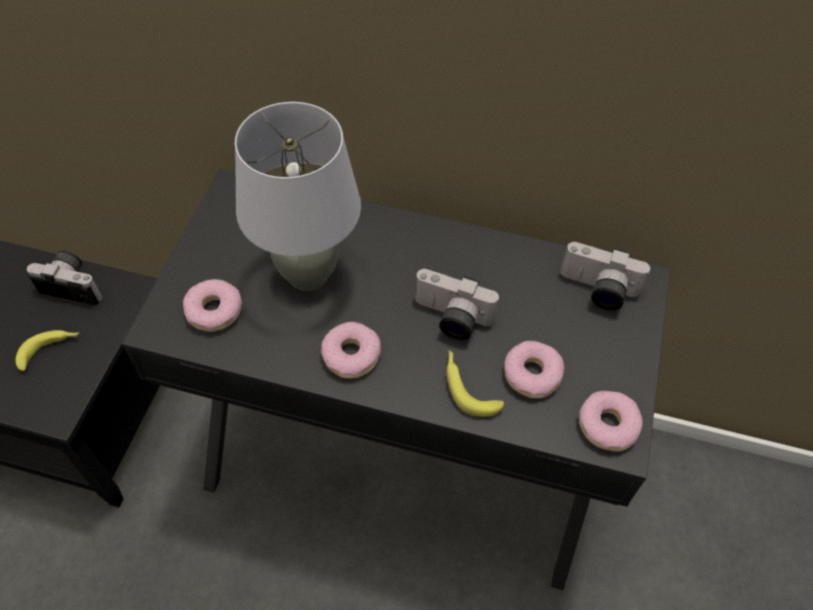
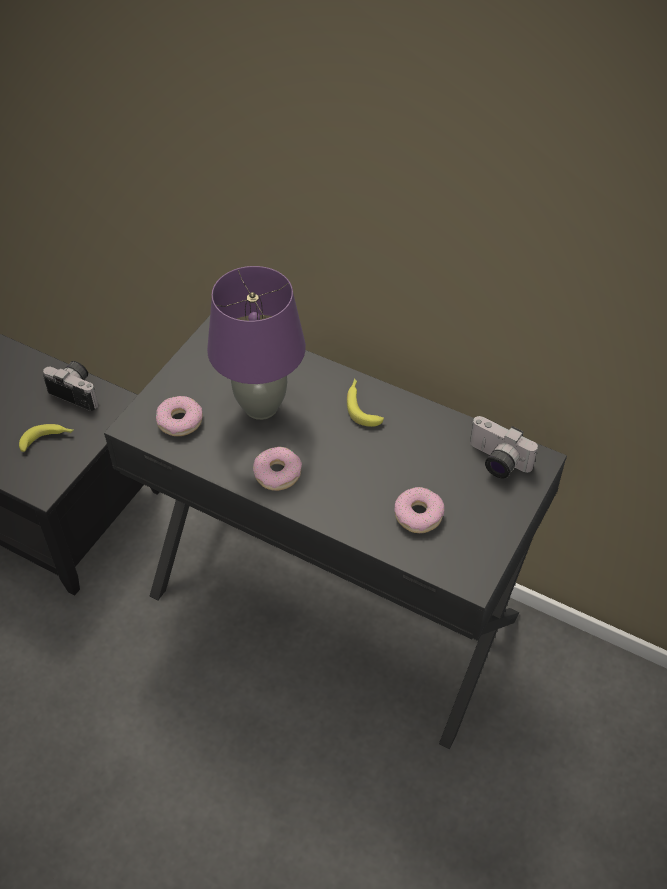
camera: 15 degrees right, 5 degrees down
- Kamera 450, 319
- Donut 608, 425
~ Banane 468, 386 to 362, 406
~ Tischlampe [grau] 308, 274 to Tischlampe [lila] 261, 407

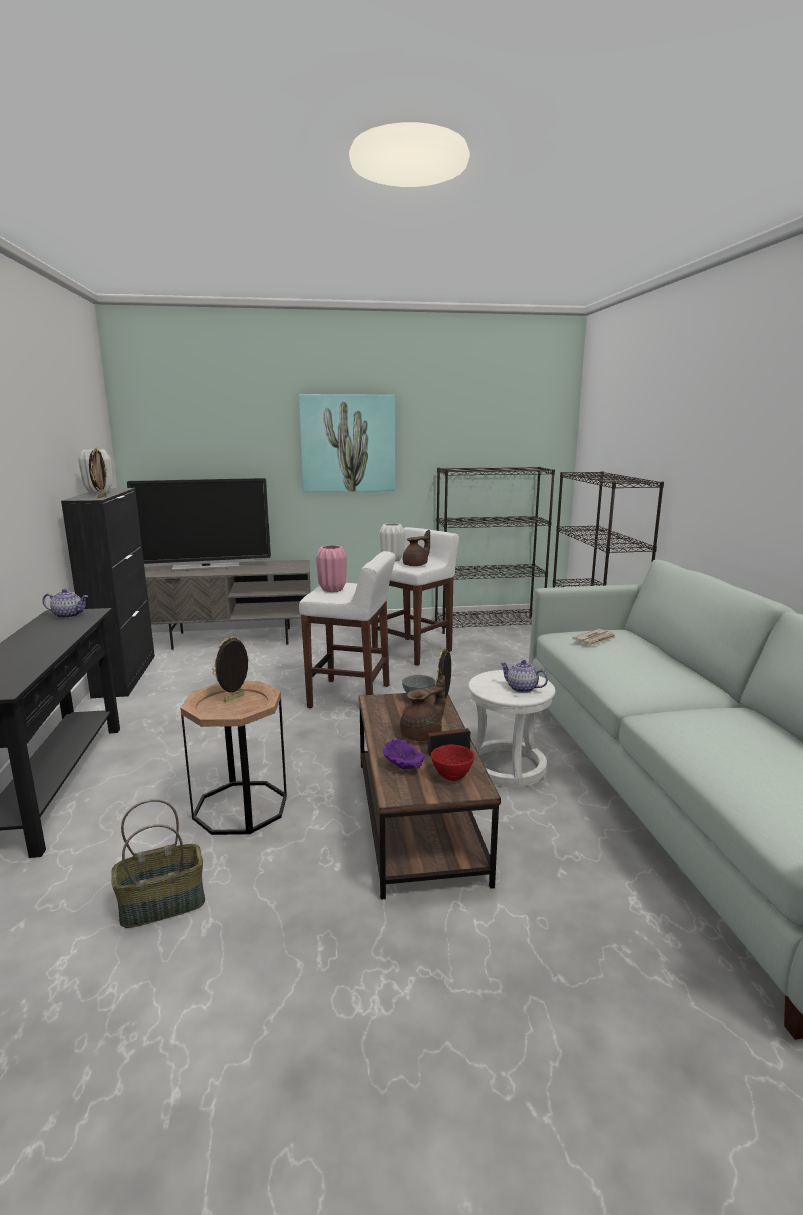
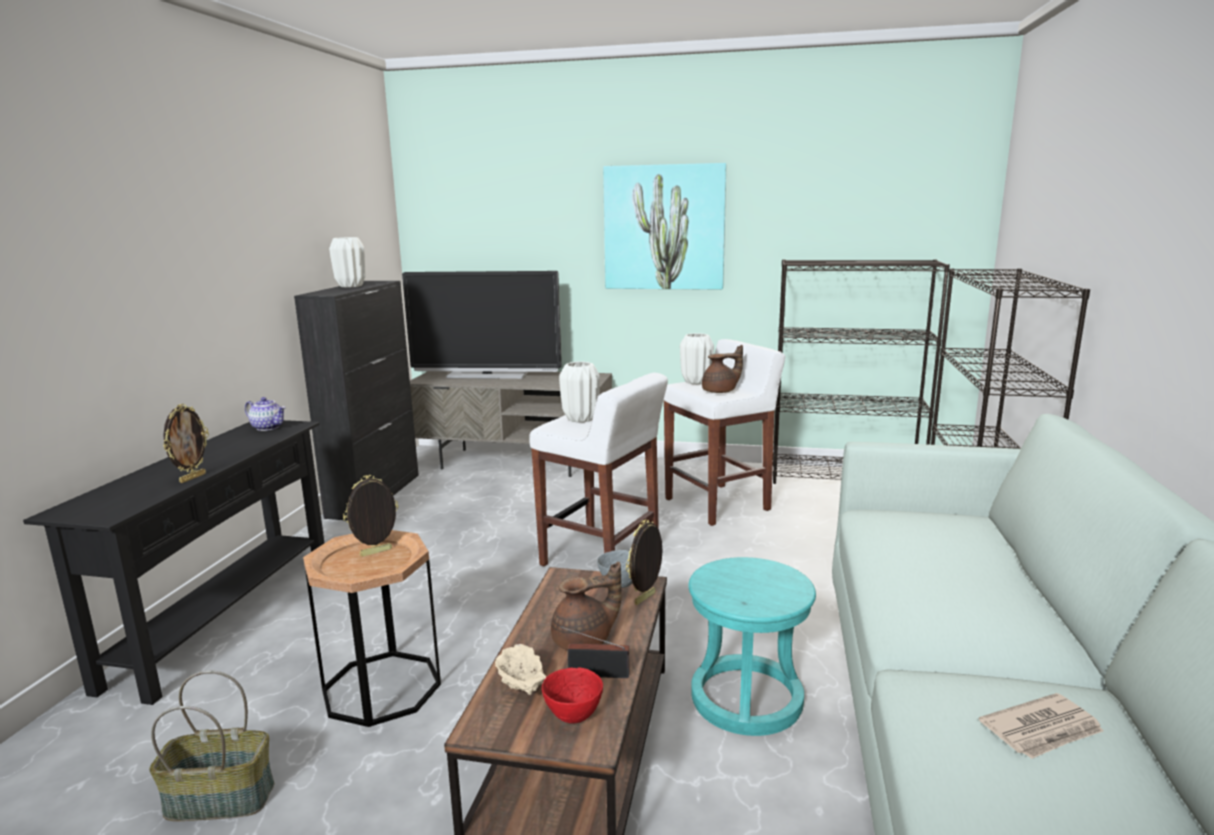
camera: 20 degrees right, 0 degrees up
- Teekanne 521, 688
~ Bilderrahmen 101, 497 to 192, 478
~ Zeitung 595, 639 to 1043, 730
~ Vase [rosa] 332, 590 to Vase [weiß] 580, 419
~ Schüssel [lila] 403, 767 to Schüssel [beige] 521, 687
~ Hocker [weiß] 506, 766 to Hocker [türkis] 746, 698

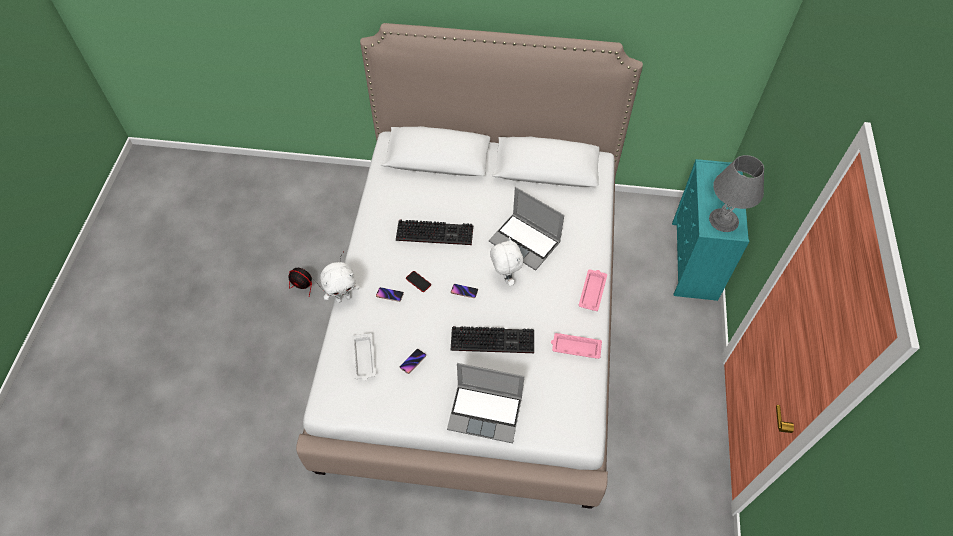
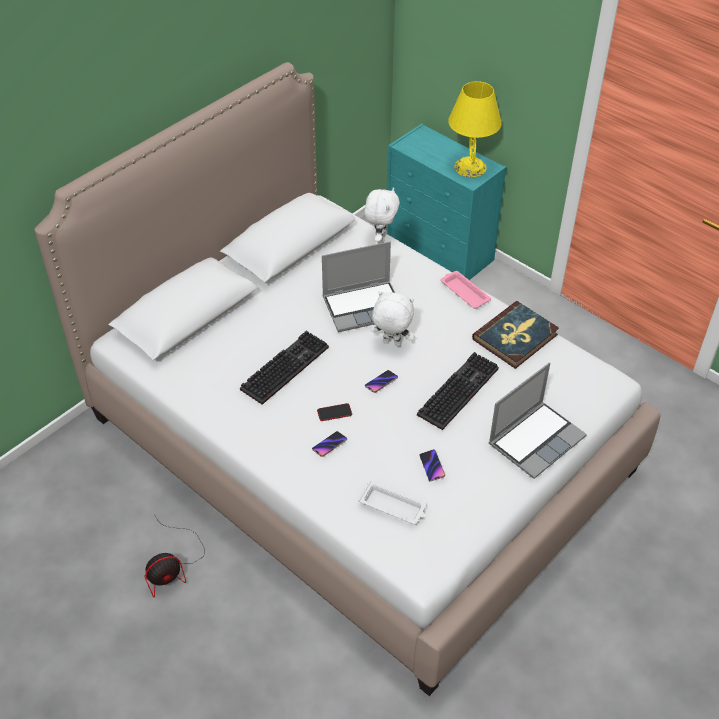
camera: 55 degrees left, 10 degrees down
~ Plüschtier [weiß] 343, 297 to 380, 238
~ Tablett [rosa] 575, 347 to Buch 515, 337
~ Tischlampe [grau] 723, 219 to Tischlampe [gelb] 469, 167

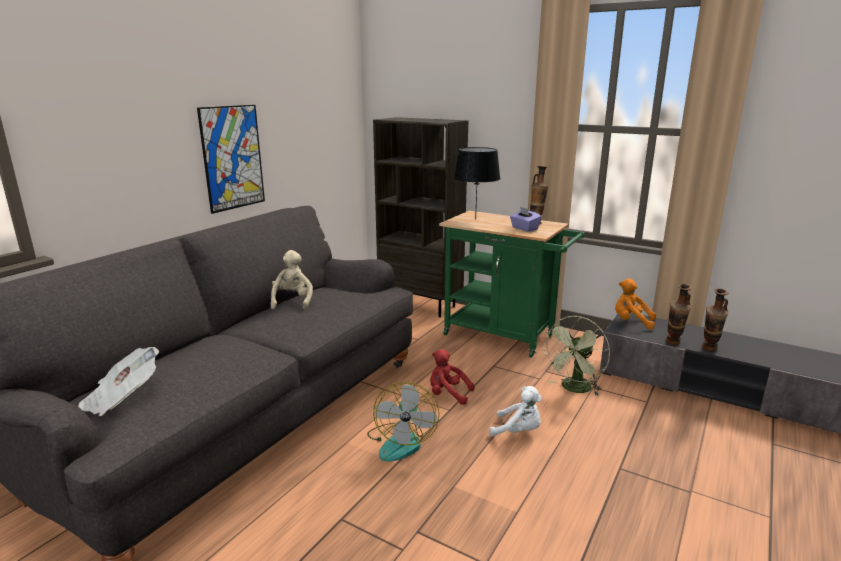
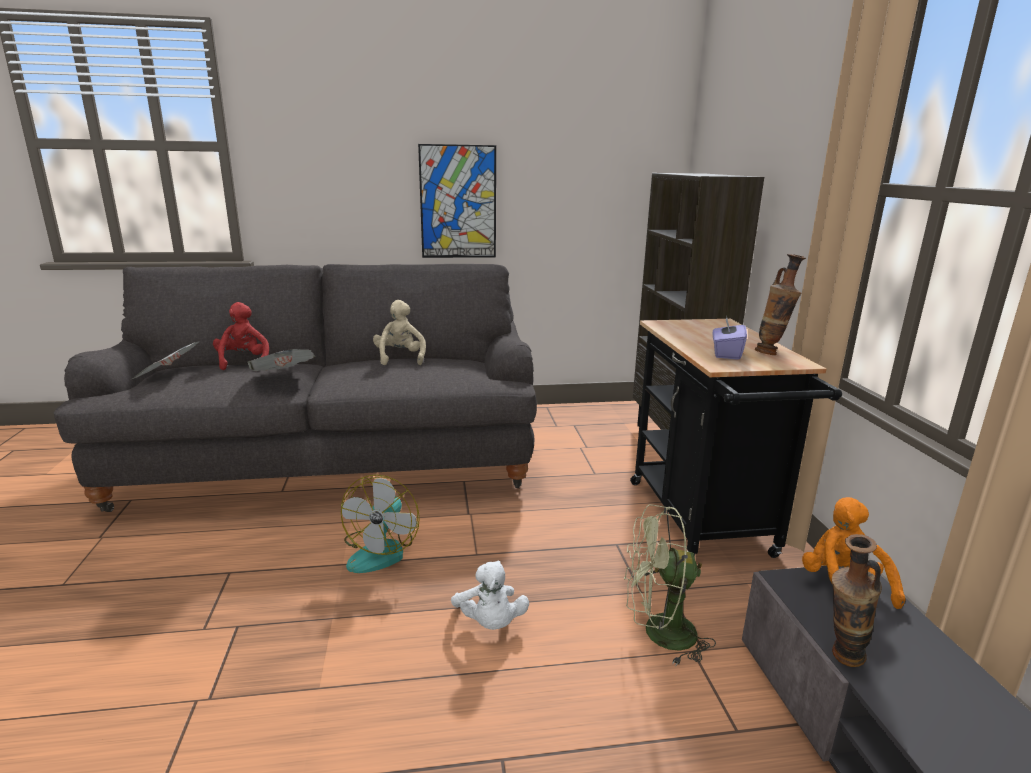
camera: 50 degrees right, 0 degrees up
- Tischlampe [schwarz] 475, 219
- Vase 709, 350
+ Zeitung 283, 378
~ Plüschtier [rot] 448, 394 to 243, 362
~ Rollwagen [grün] 505, 336 to Rollwagen [schwarz] 704, 523
~ Plüschtier [beige] 292, 301 = 400, 358 60 degrees counterclockwise
~ Ventilator 401, 441 = 381, 550 45 degrees counterclockwise

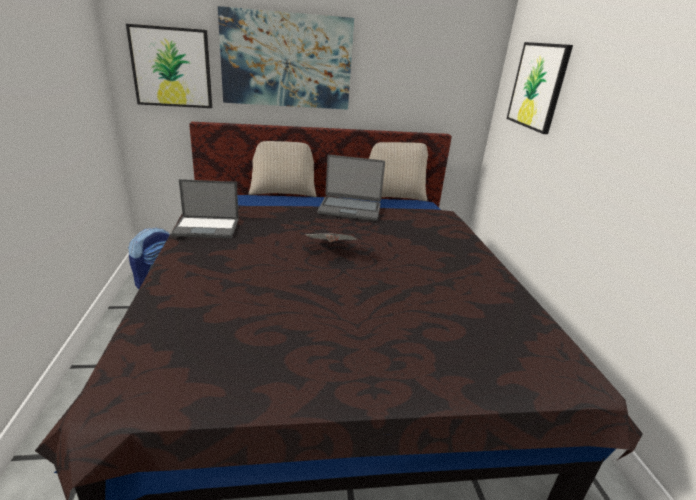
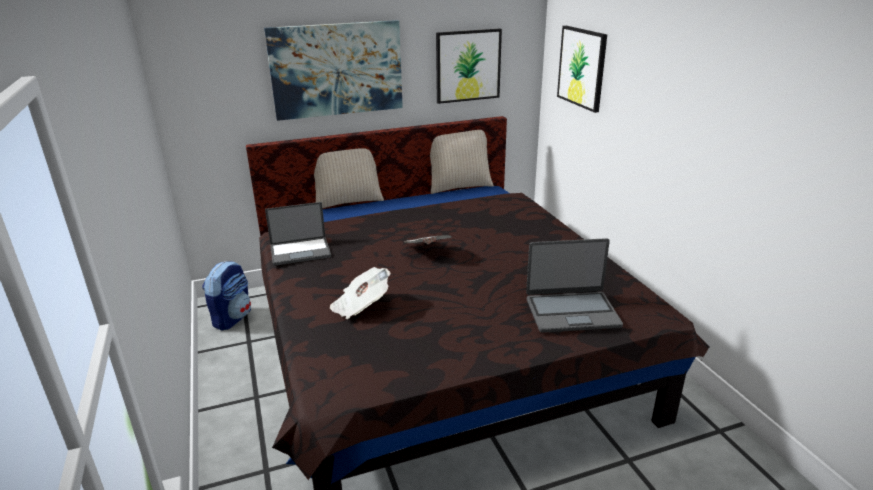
camera: 10 degrees left, 0 degrees up
+ Zeitung 361, 306
~ Bild 172, 67 to 468, 65
~ Laptop 350, 209 to 571, 312

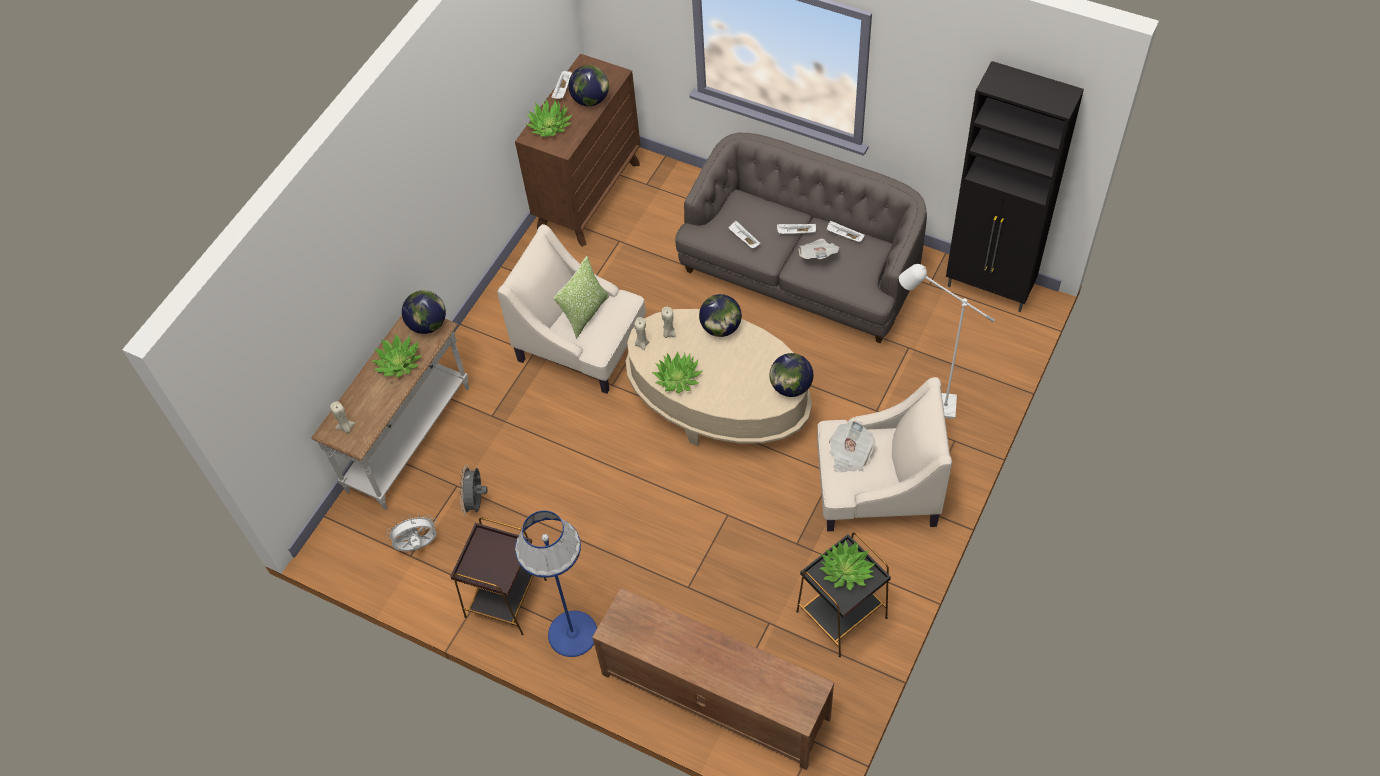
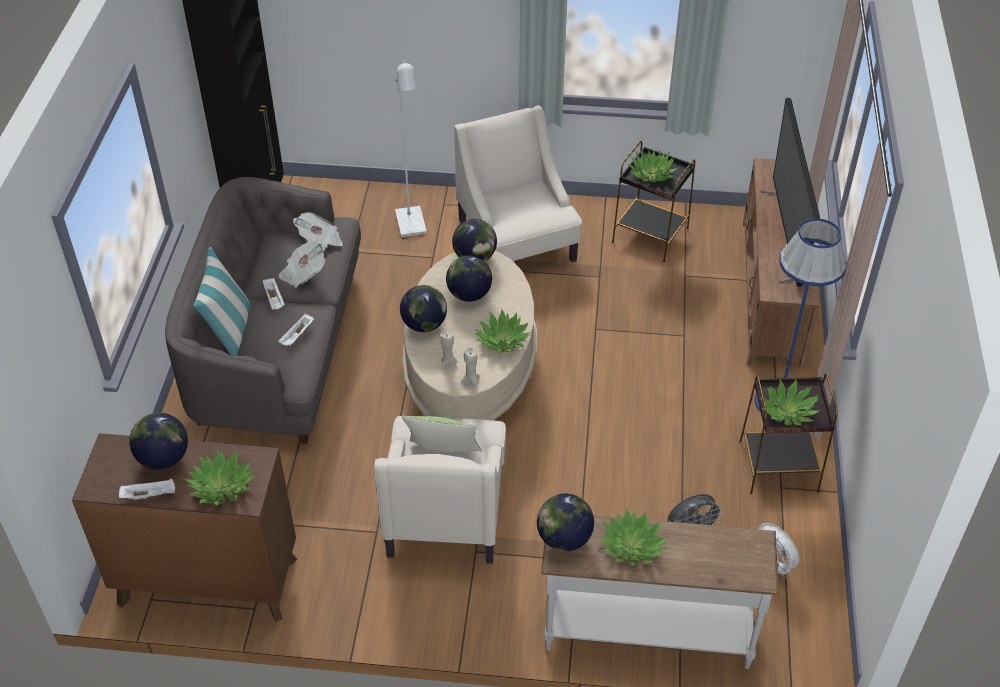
camera: 115 degrees left, 10 degrees down
- Kerze [beige] 346, 427
- Tablett [weiß] 844, 236
+ Kissen 230, 331
+ Globus 469, 295
+ Topfpflanze 788, 411
+ Fernseher 786, 234
~ Zeitung 849, 454 to 320, 240

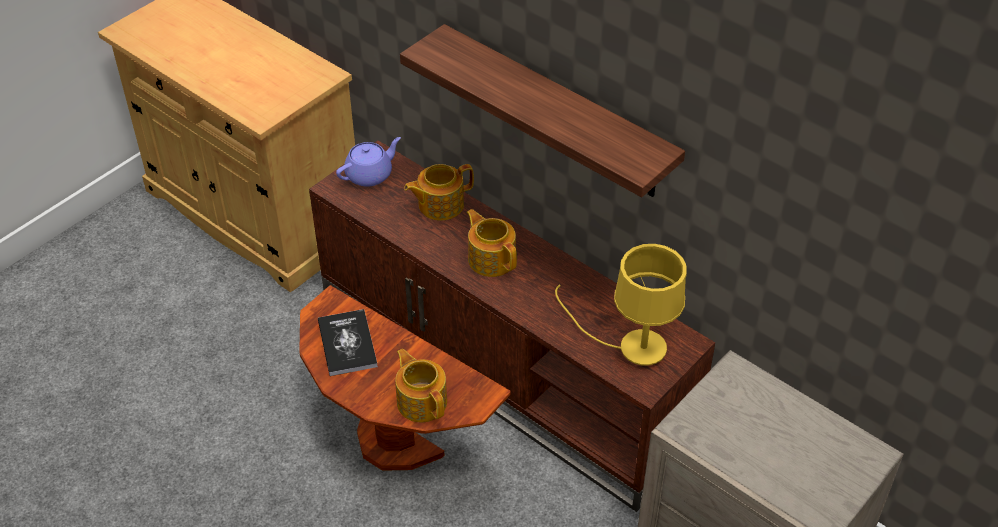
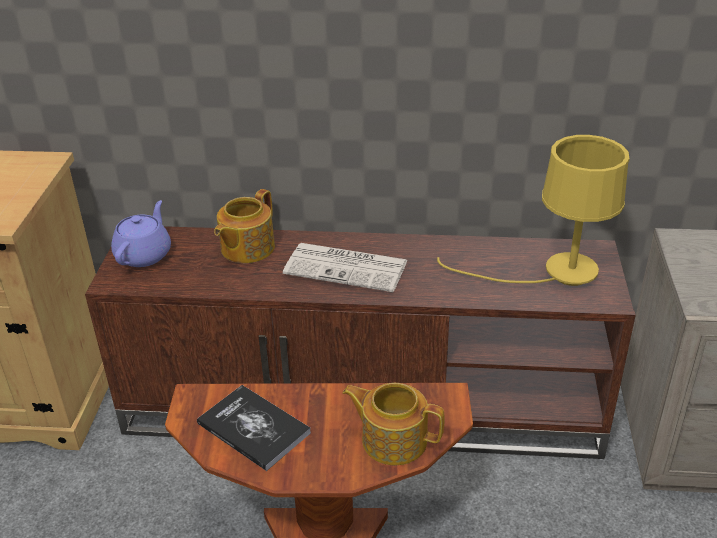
camera: 35 degrees left, 10 degrees down
- Wandregal 557, 113
~ Teekanne 491, 258 to Zeitung 348, 268

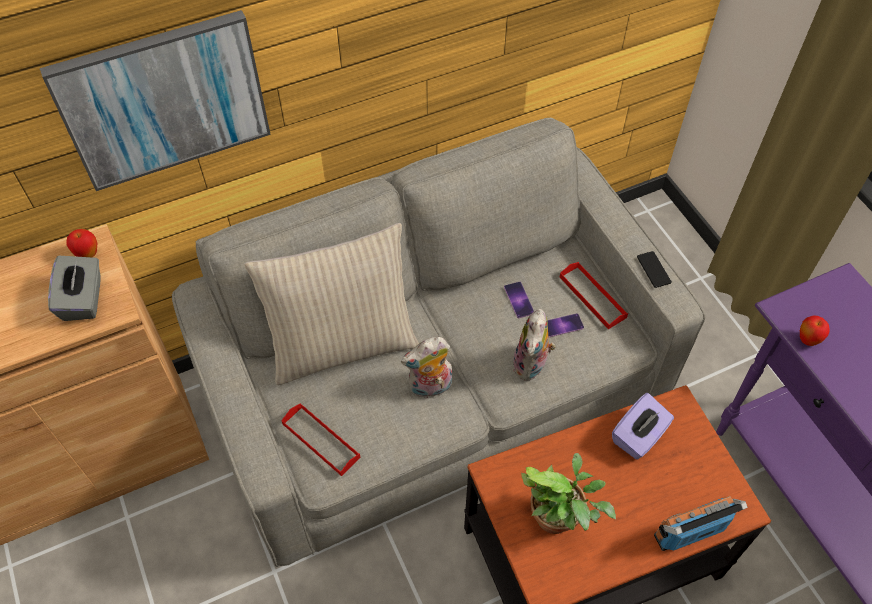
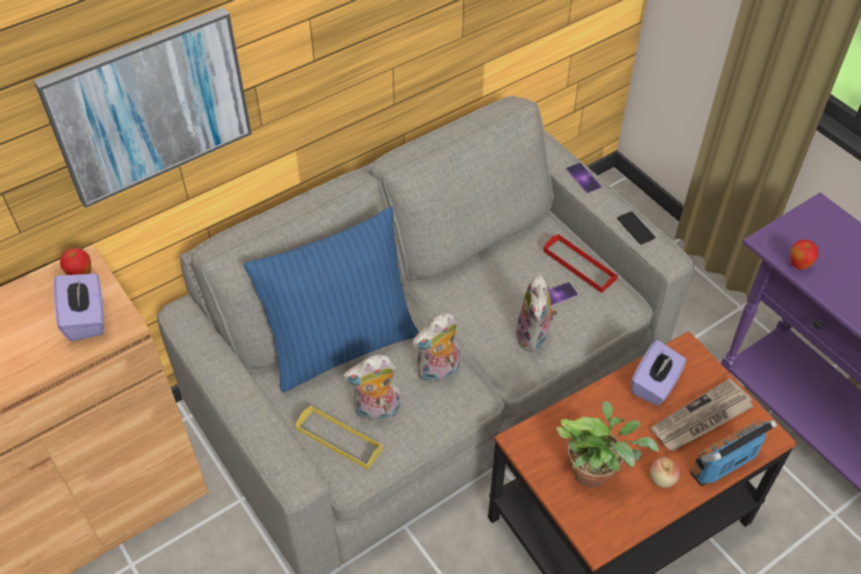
camera: 10 degrees left, 5 degrees down
+ Plüschtier 377, 412
+ Apfel 662, 479
+ Zeitung 701, 419
~ Handy 519, 300 to 583, 178
~ Taschentuchbox [grau] 83, 299 to Taschentuchbox [lila] 86, 318
~ Kissen [beige] 342, 344 to Kissen [blau] 341, 344
~ Tablett [rot] 321, 440 to Tablett [gelb] 339, 439

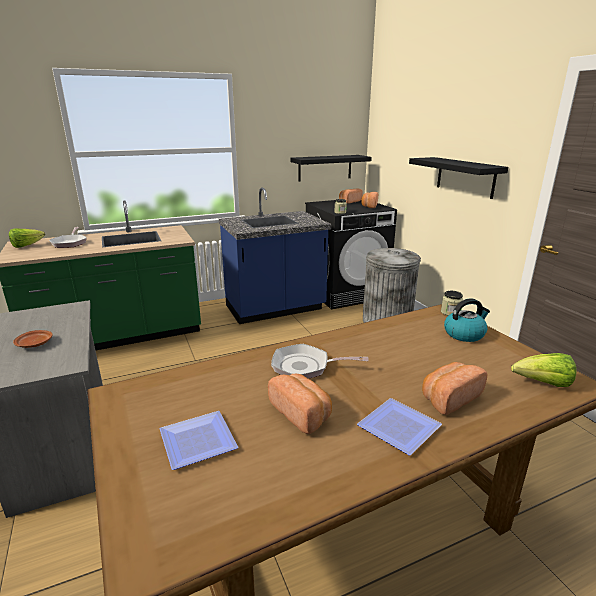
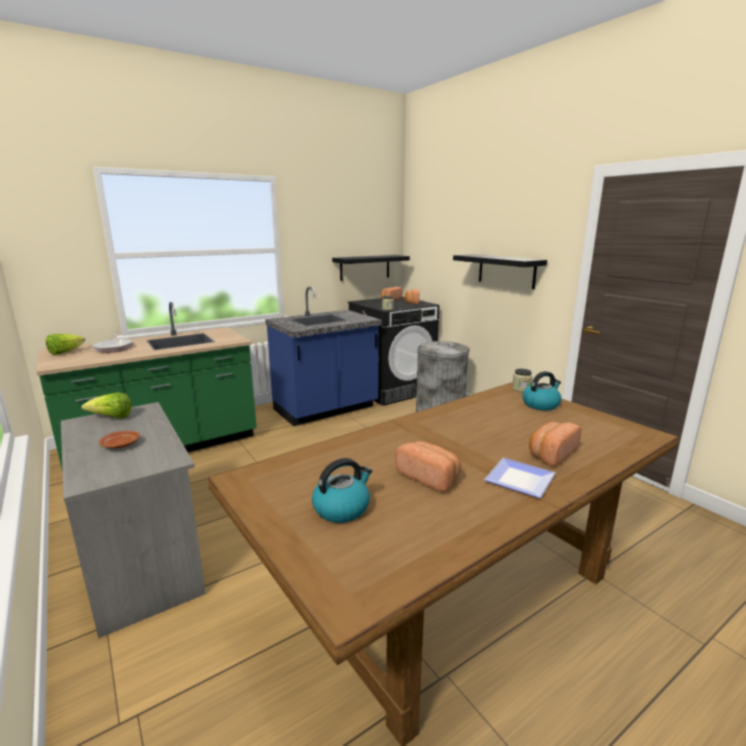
camera: 10 degrees left, 5 degrees down
- Pfanne 305, 367
~ Salatkopf 543, 384 to 112, 418
~ Teller 195, 441 to Wasserkessel 342, 508

